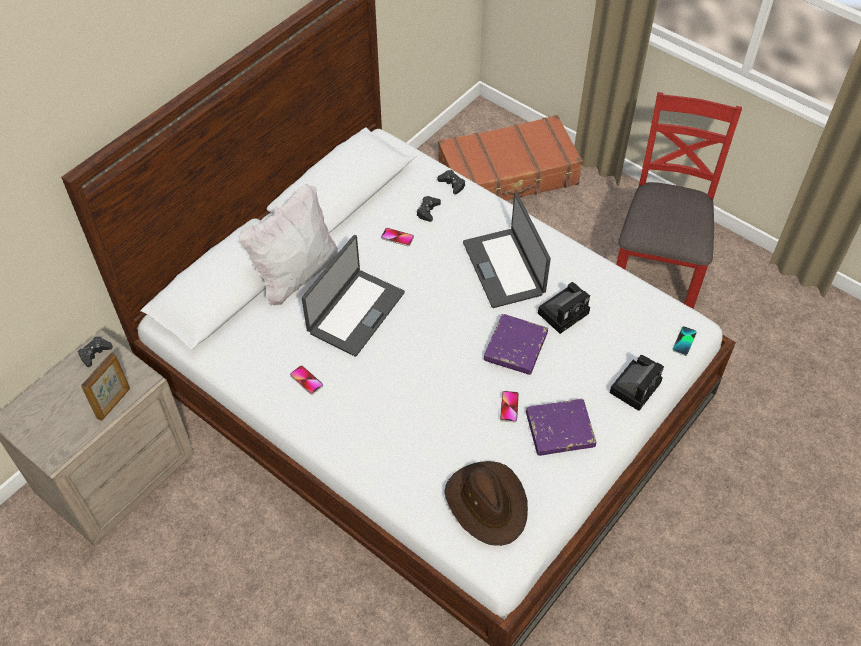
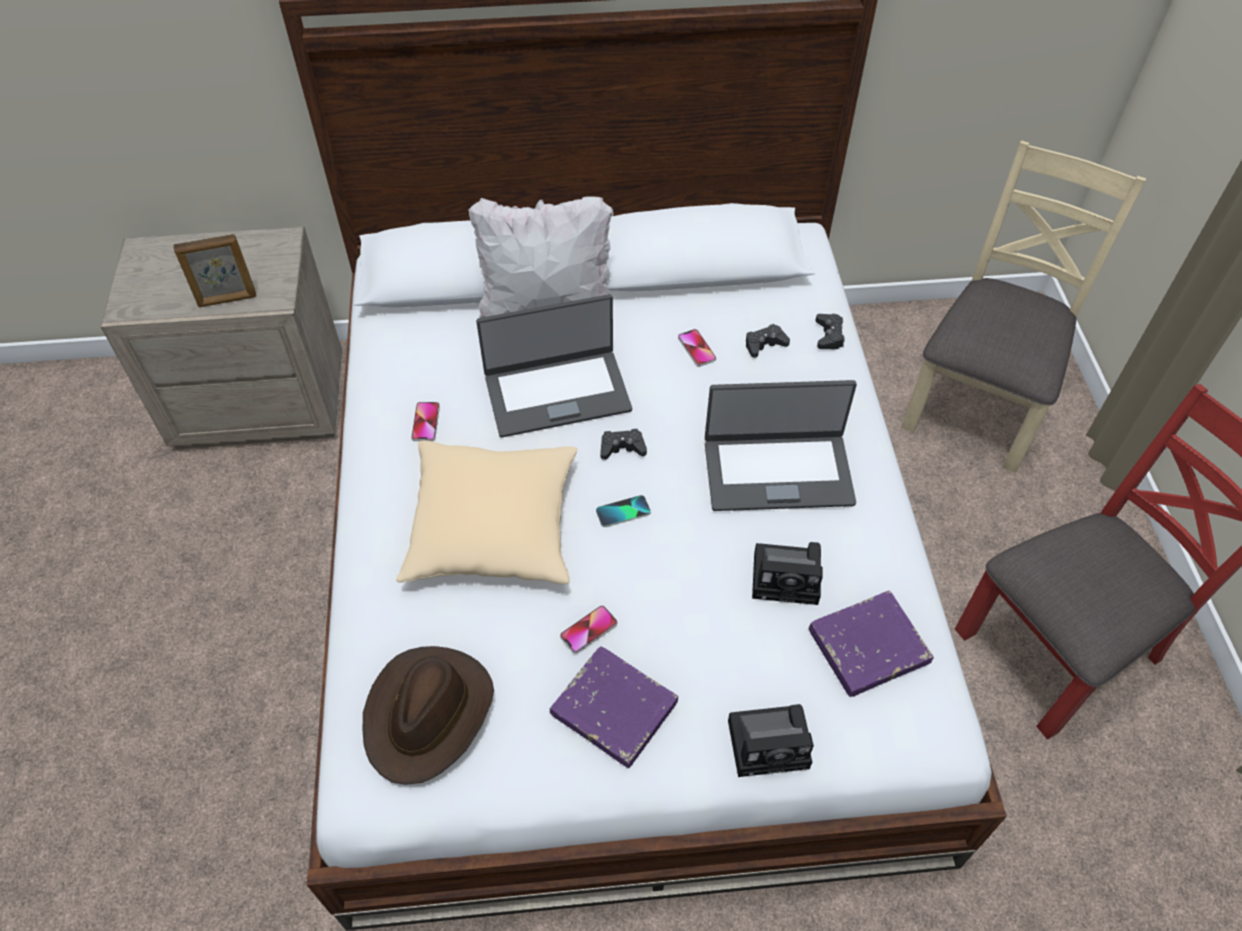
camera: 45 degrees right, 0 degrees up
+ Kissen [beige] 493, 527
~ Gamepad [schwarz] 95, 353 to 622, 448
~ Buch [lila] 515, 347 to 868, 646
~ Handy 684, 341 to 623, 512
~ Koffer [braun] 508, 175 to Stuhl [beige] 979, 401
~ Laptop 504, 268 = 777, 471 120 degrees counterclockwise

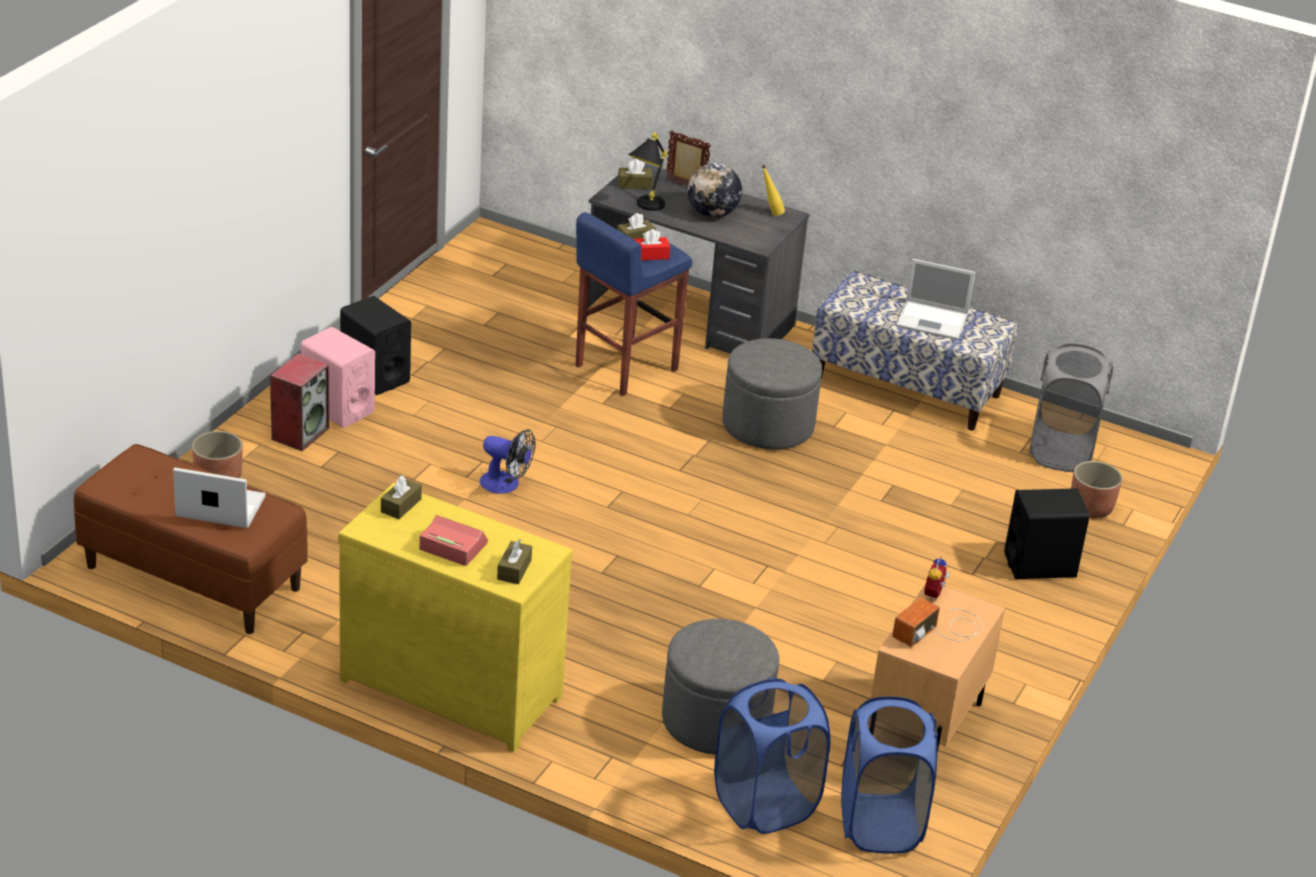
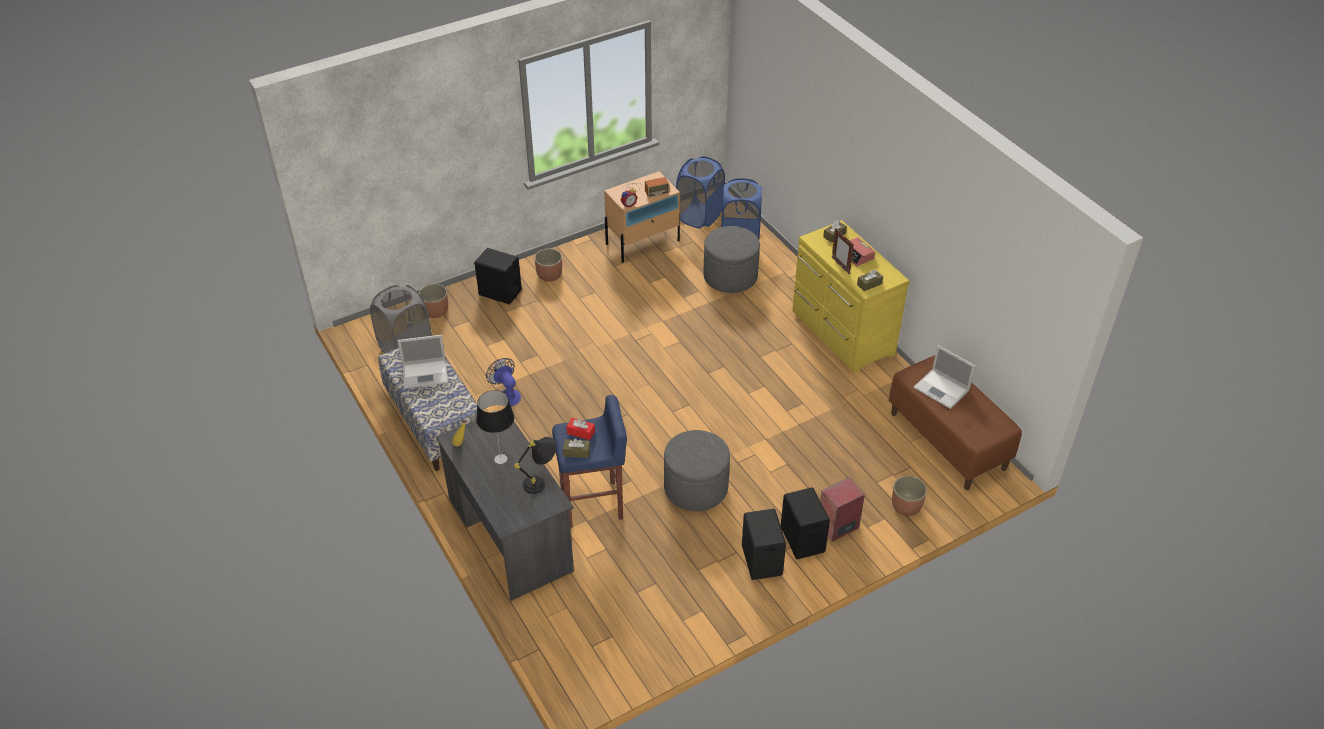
camera: 145 degrees left, 10 degrees up
- Taschentuchbox [braun] 634, 184
+ Pflanzkübel 549, 275
~ Ventilator 506, 484 to 506, 395
~ Bilderrahmen 685, 186 to 840, 266
~ Polsterhocker [grau] 768, 425 to 696, 487
~ Globus 712, 214 to Tischlampe 501, 459
~ Lautsprecher [rosa] 337, 408 to Lautsprecher [schwarz] 802, 540
~ Laptop 933, 321 = 426, 373 120 degrees clockwise

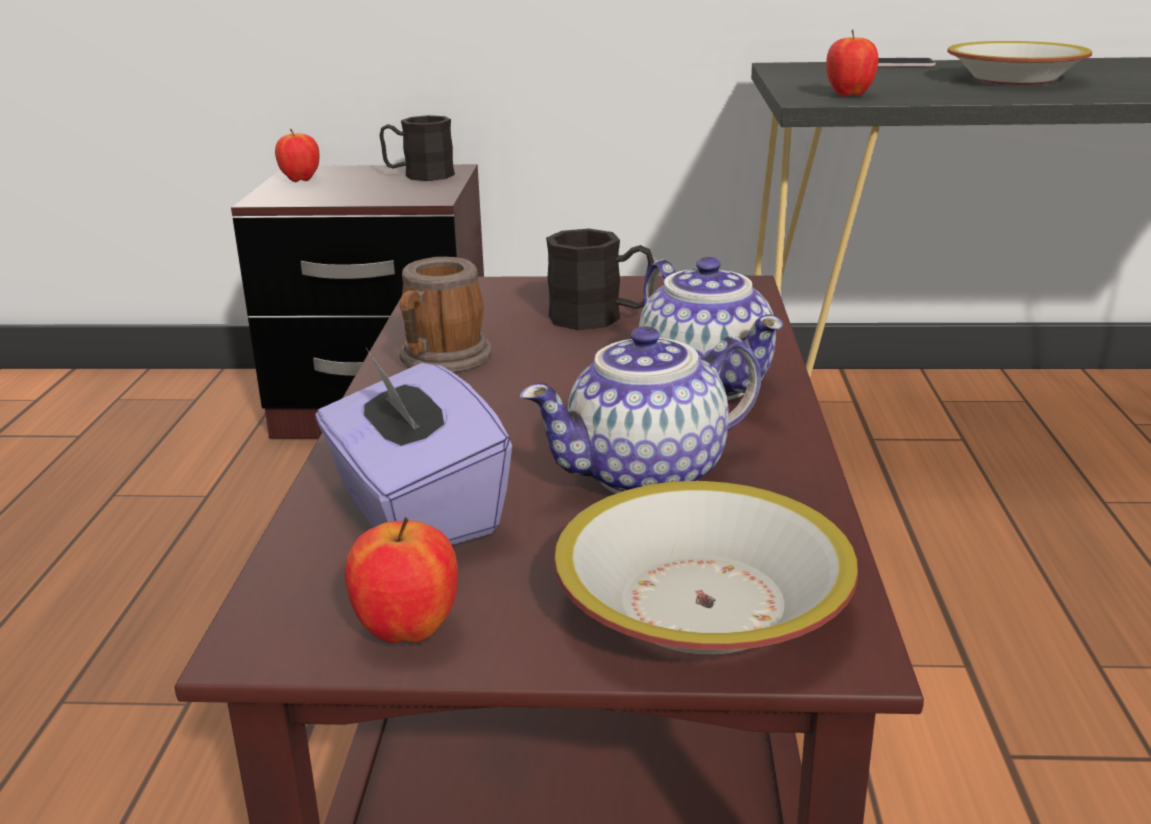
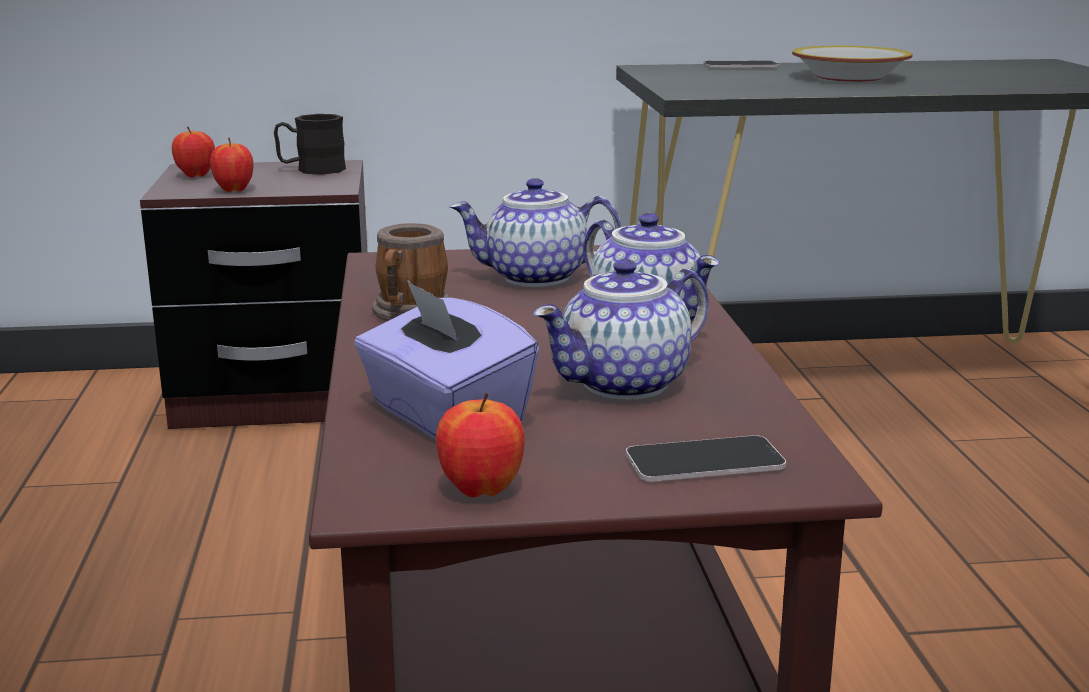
camera: 10 degrees left, 5 degrees down
~ Apfel 849, 95 to 234, 190
~ Henkelbecher [schwarz] 600, 318 to Teekanne 535, 278
~ Schüssel 704, 606 to Handy 704, 461

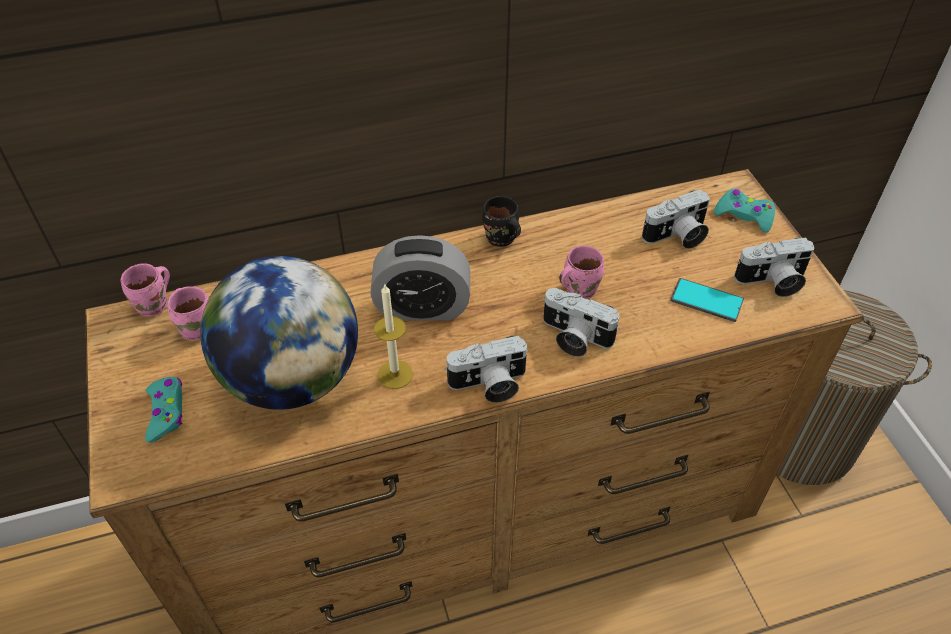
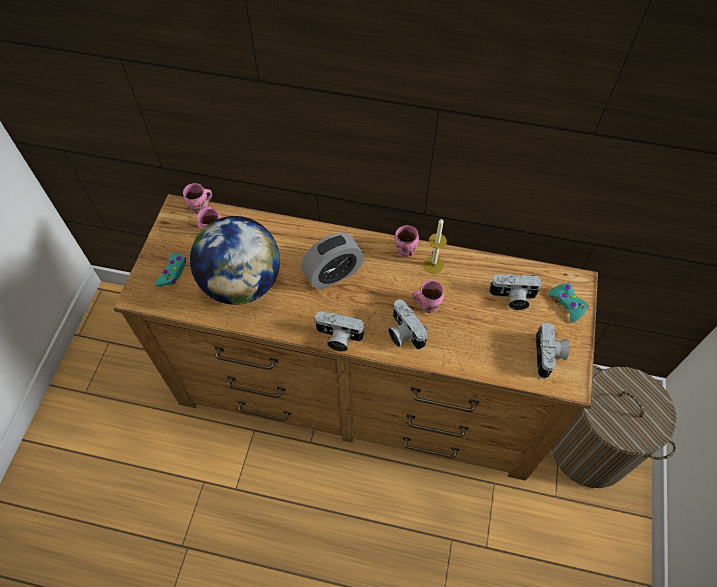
camera: 30 degrees right, 10 degrees up
- Handy 706, 300
~ Kerze 395, 374 to 433, 264
~ Henkelbecher [schwarz] 500, 240 to Henkelbecher [rosa] 405, 251
~ Wecker 422, 307 = 333, 274 60 degrees counterclockwise
~ Kamera 772, 282 = 549, 356 105 degrees counterclockwise

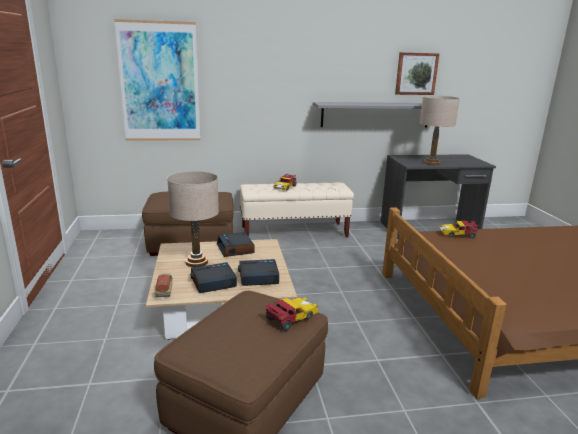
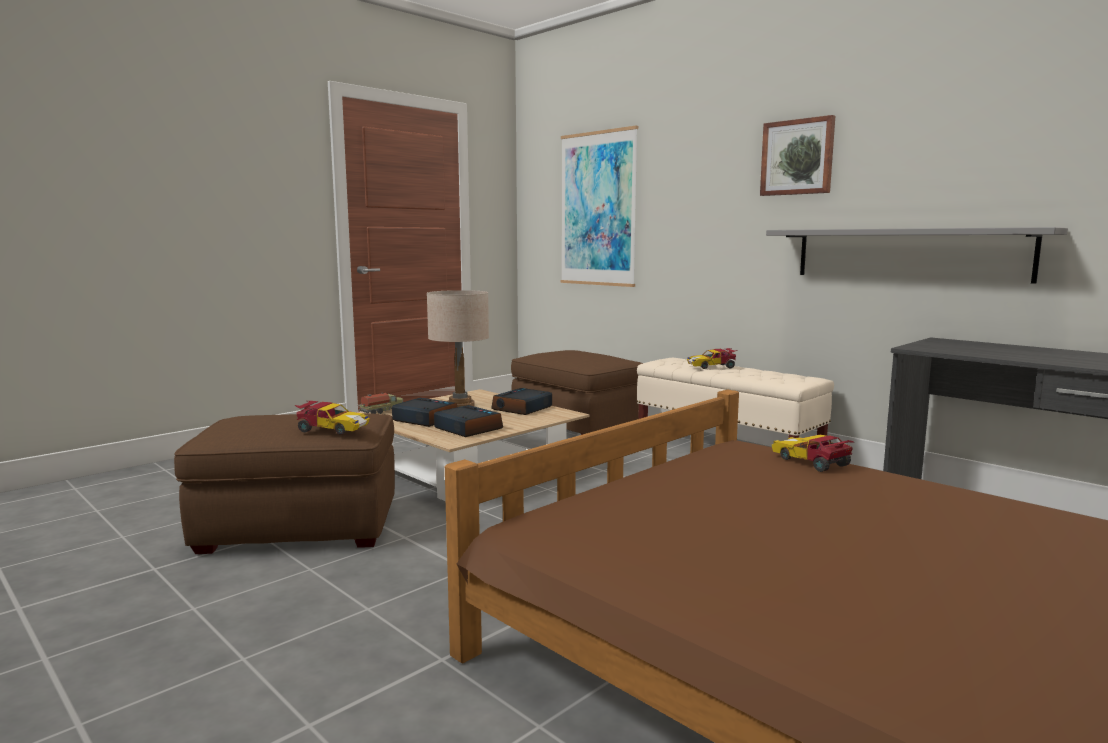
camera: 55 degrees right, 10 degrees down
- Tischlampe [beige] 431, 163
~ Bild 416, 73 to 797, 157

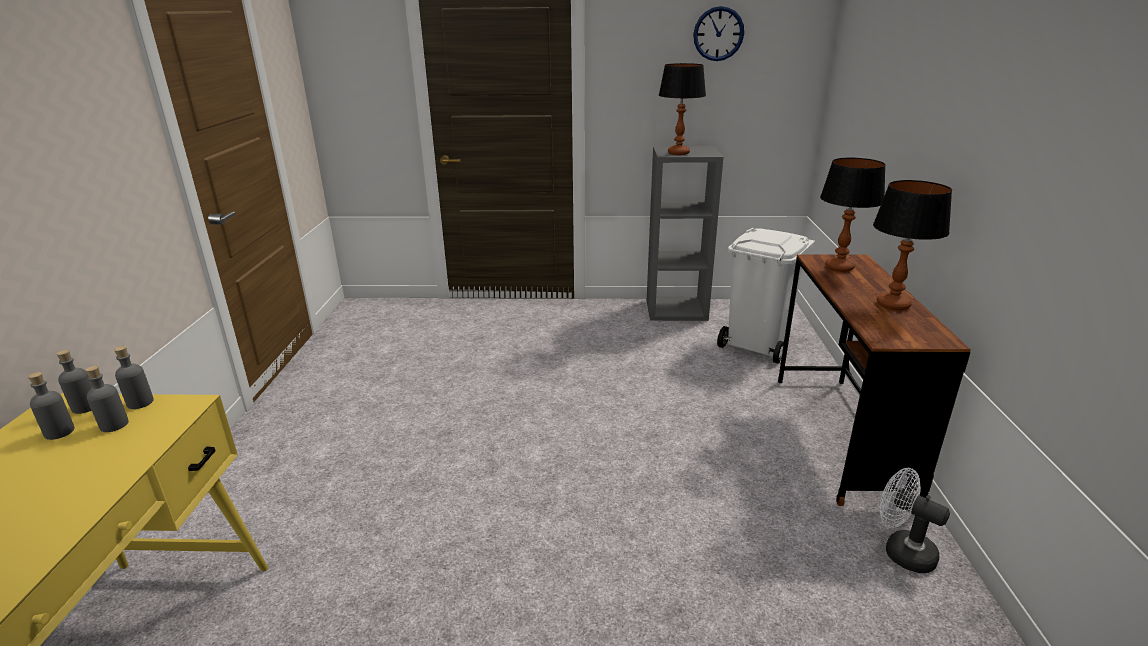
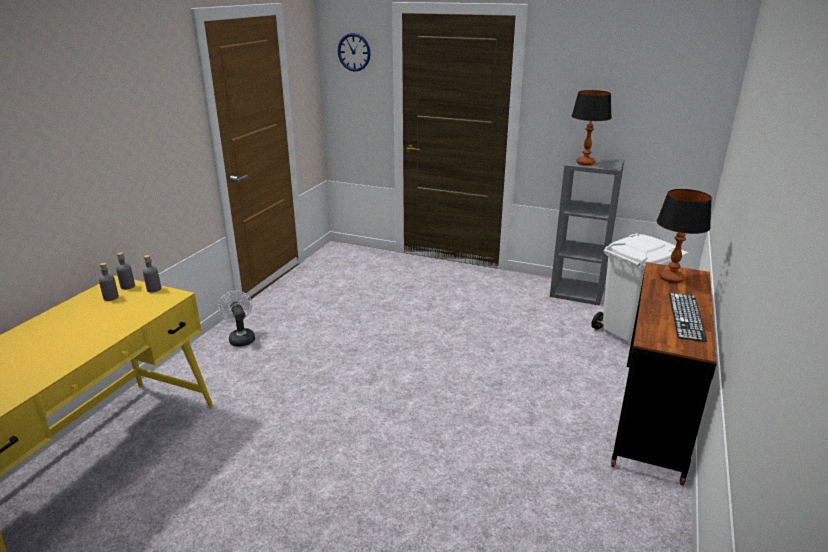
camera: 20 degrees right, 0 degrees up
- Flasche [grau] 114, 425
~ Wanduhr 718, 34 to 354, 52
~ Ventilator [weiß] 901, 551 to 241, 338
~ Tischlampe 893, 305 to Tastatur 686, 316

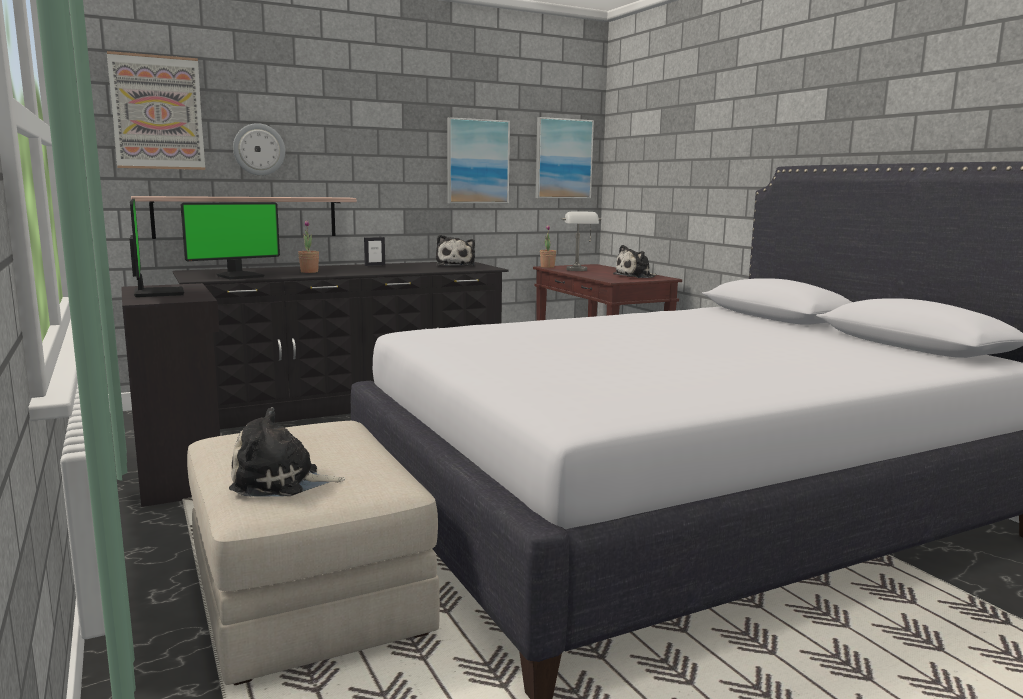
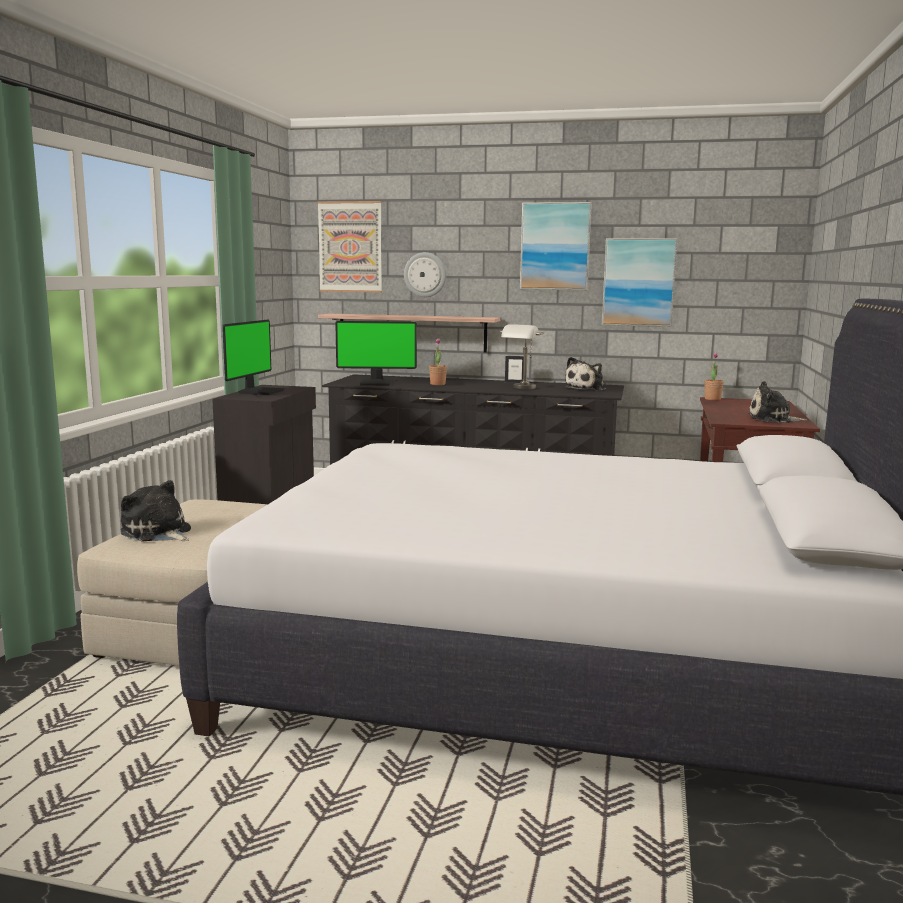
camera: 40 degrees right, 0 degrees up
~ Bild 563, 159 to 555, 246
~ Tischlampe [grau] 579, 270 to 521, 388

